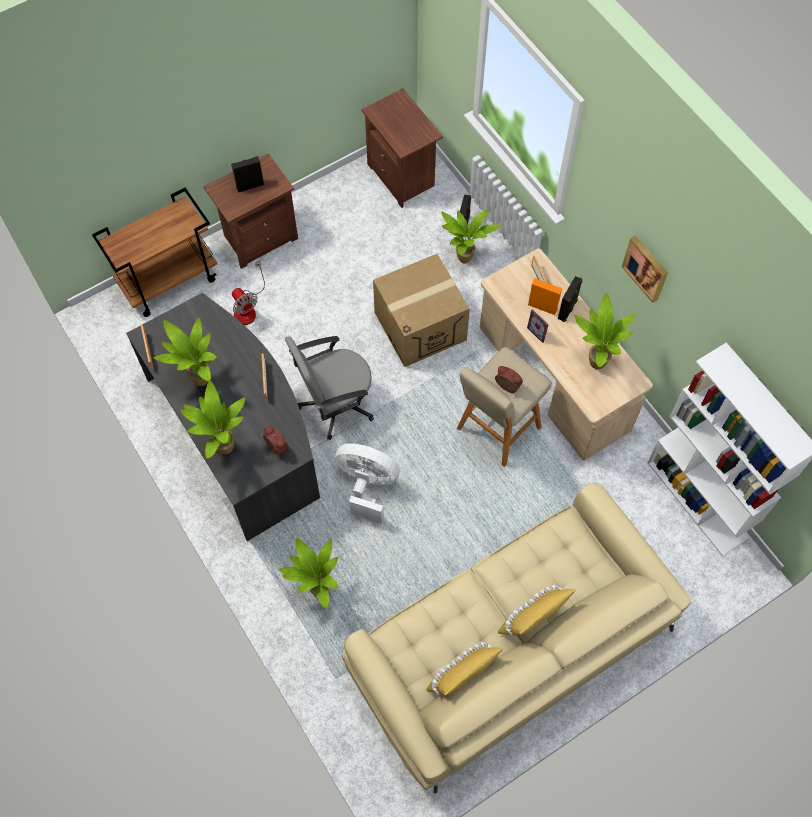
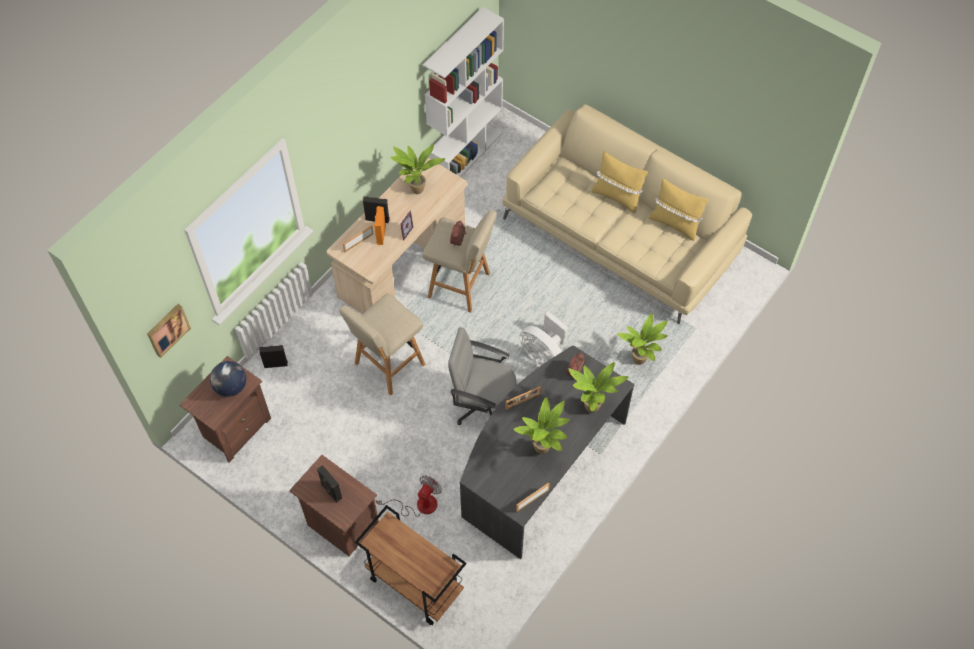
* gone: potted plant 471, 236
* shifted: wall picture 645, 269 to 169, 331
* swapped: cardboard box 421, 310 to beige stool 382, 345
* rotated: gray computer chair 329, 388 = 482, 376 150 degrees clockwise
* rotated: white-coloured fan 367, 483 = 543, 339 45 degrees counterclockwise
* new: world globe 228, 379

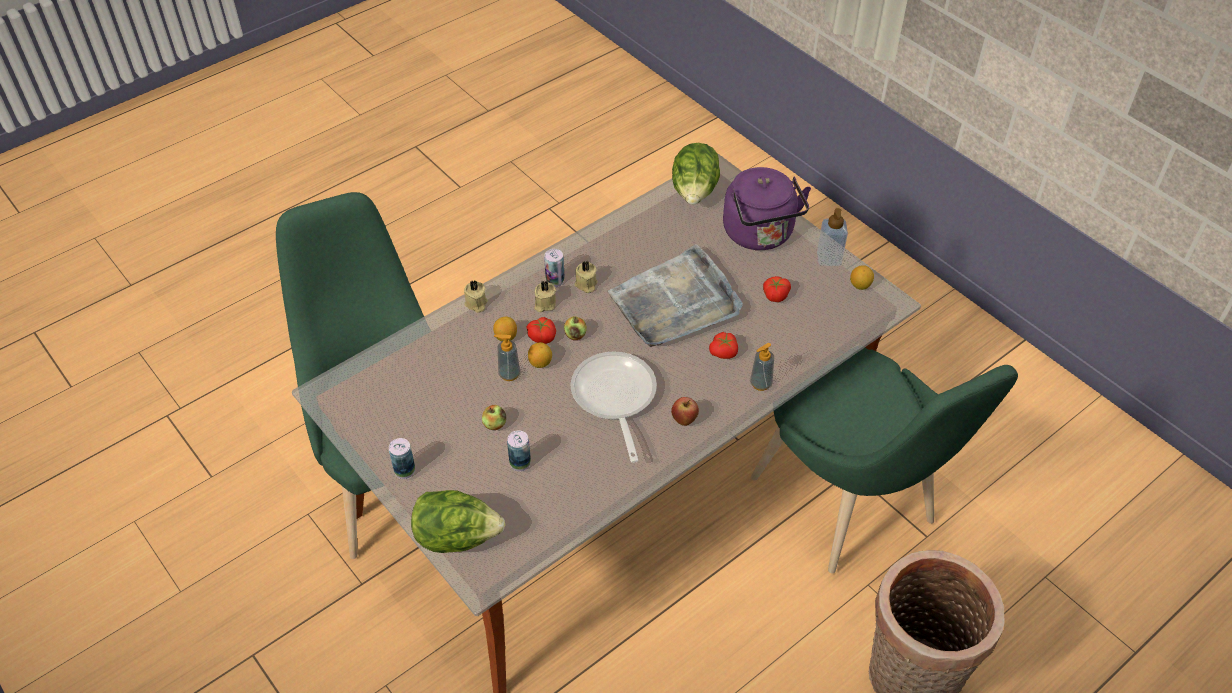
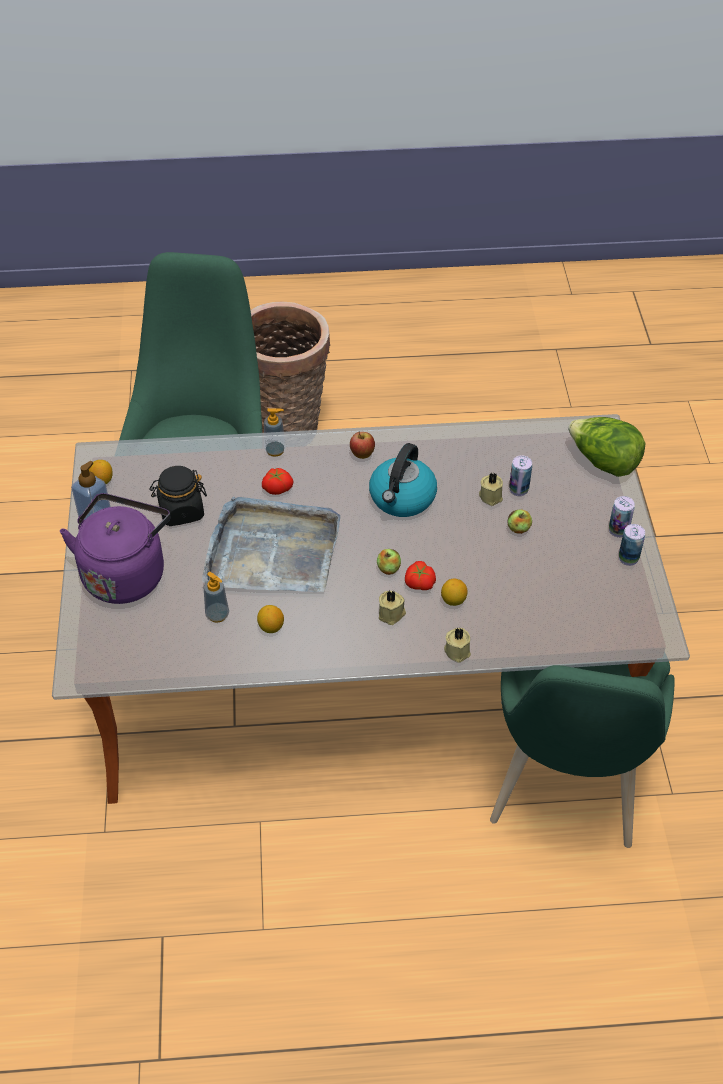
* gone: lettuce head 696, 174
* shifted: can 554, 268 to 632, 545
* shifted: beige candle 586, 277 to 491, 489
* swapped: whole tomato 777, 289 to black-coloured preserve jar 178, 496
* shifted: soap dispenser 507, 358 to 216, 597
* shifted: citrus fruit 540, 355 to 270, 619
* swapped: frying pan 613, 407 to water kettle 403, 480

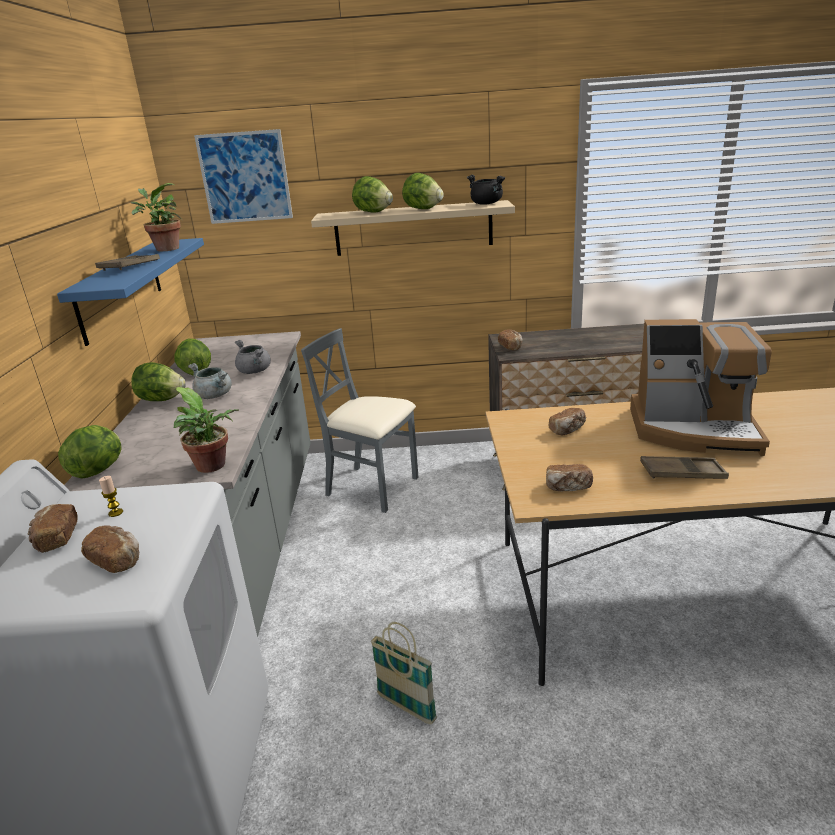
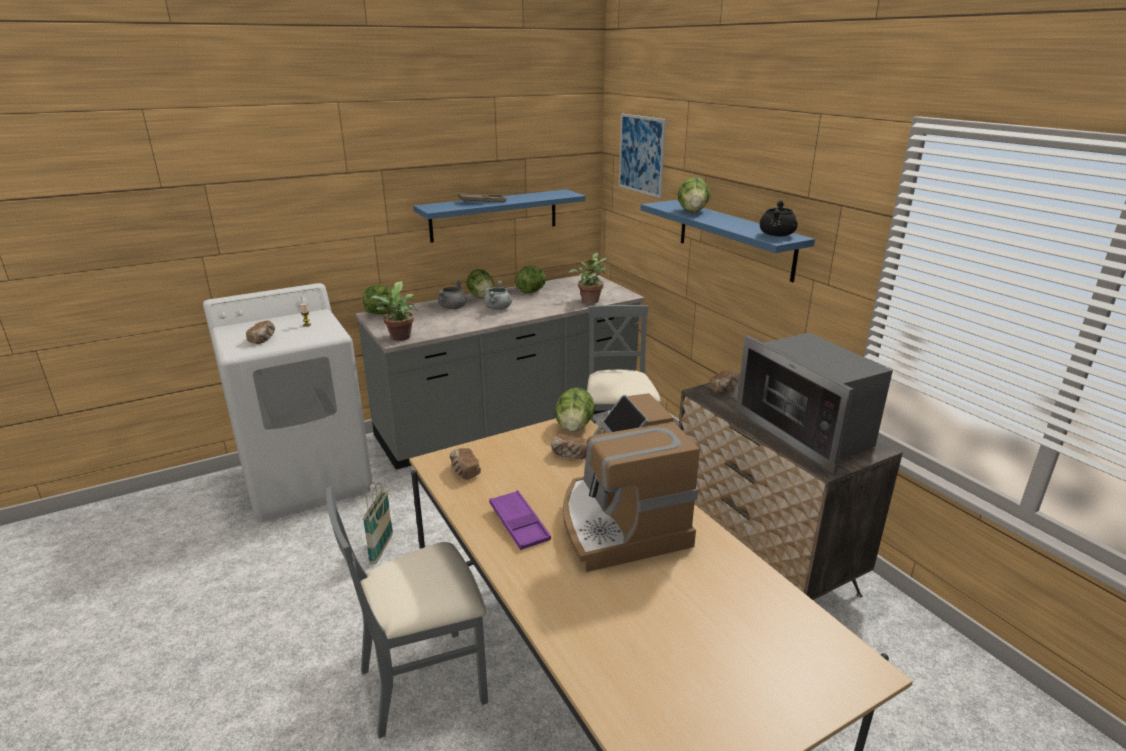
* shifted: lettuce head 423, 191 to 575, 409
* shifted: potted plant 156, 217 to 588, 278
* repainted: beige wall shelf 413, 228 to bluish wall shelf 728, 241
* shifted: gray cooking pot 253, 357 to 452, 294
* repainted: brownish tray 684, 467 to purple-coloured tray 520, 520
* gone: bakery bread 52, 528
* new: microwave oven 814, 402
* new: gray upright chair 407, 612

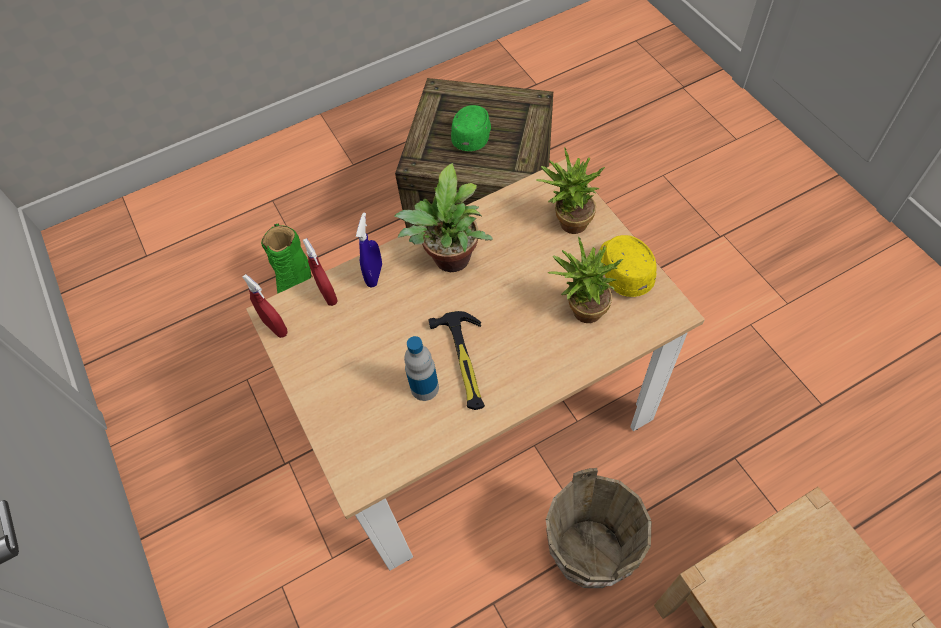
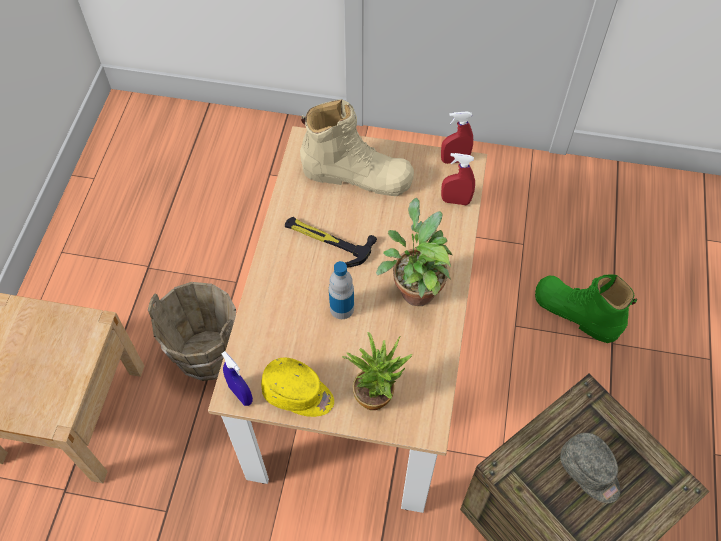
* repainted: green cap 471, 128 to gray cap 590, 468
* shifted: bluish hand sprayer 369, 250 to 237, 378
* gone: potted plant 585, 279
* shifted: beverage bottle 421, 368 to 341, 290
* new: beige high-top boot 357, 147

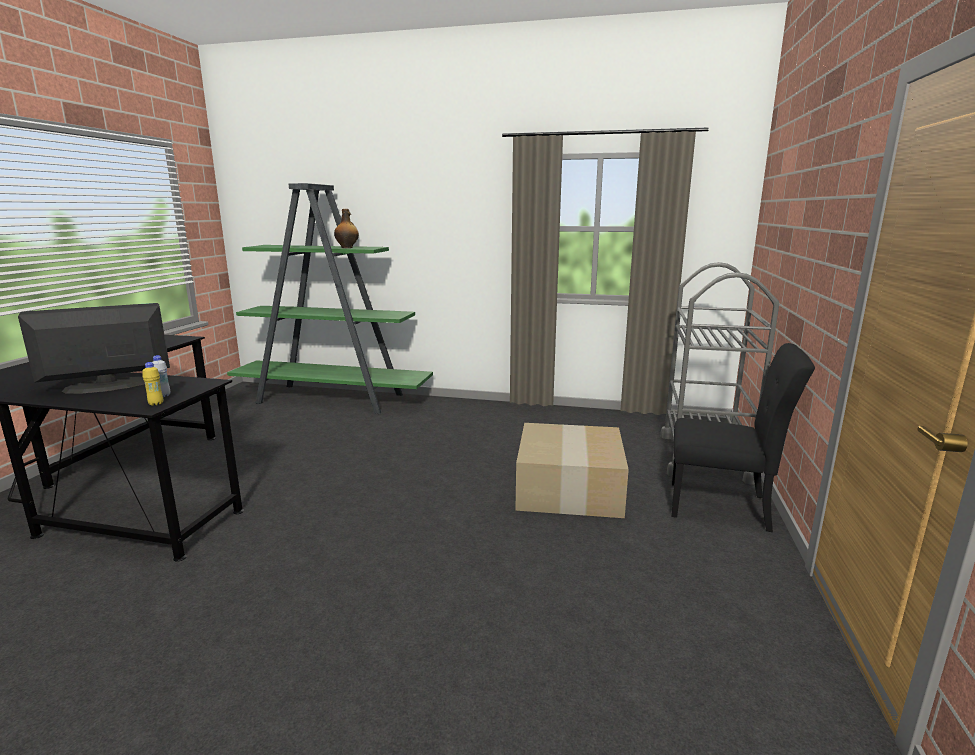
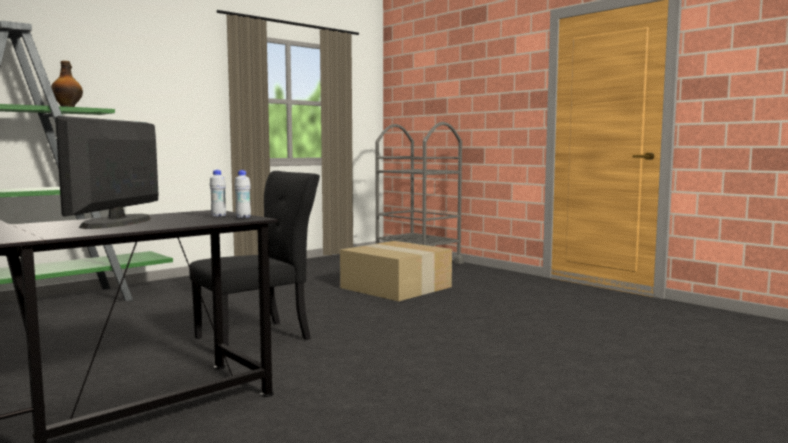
* shifted: black-coloured upright chair 743, 437 to 254, 264
* repainted: yellow beverage bottle 152, 384 to white-coloured beverage bottle 242, 194

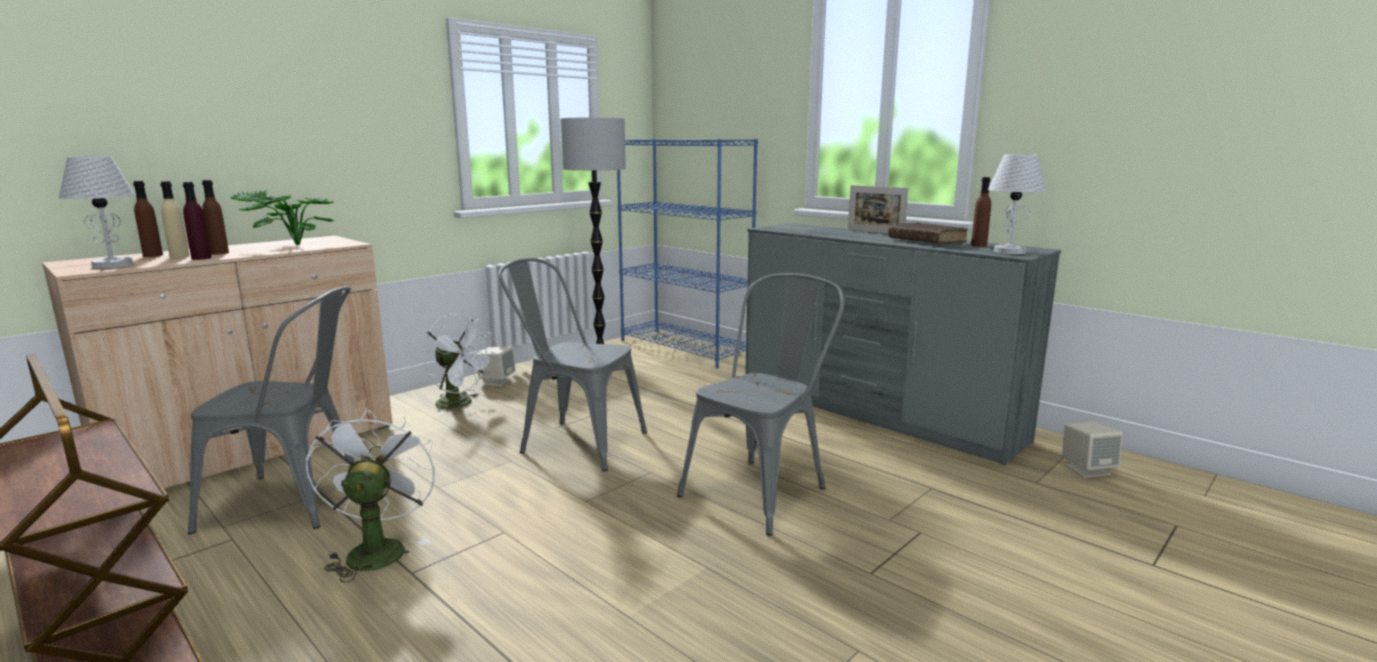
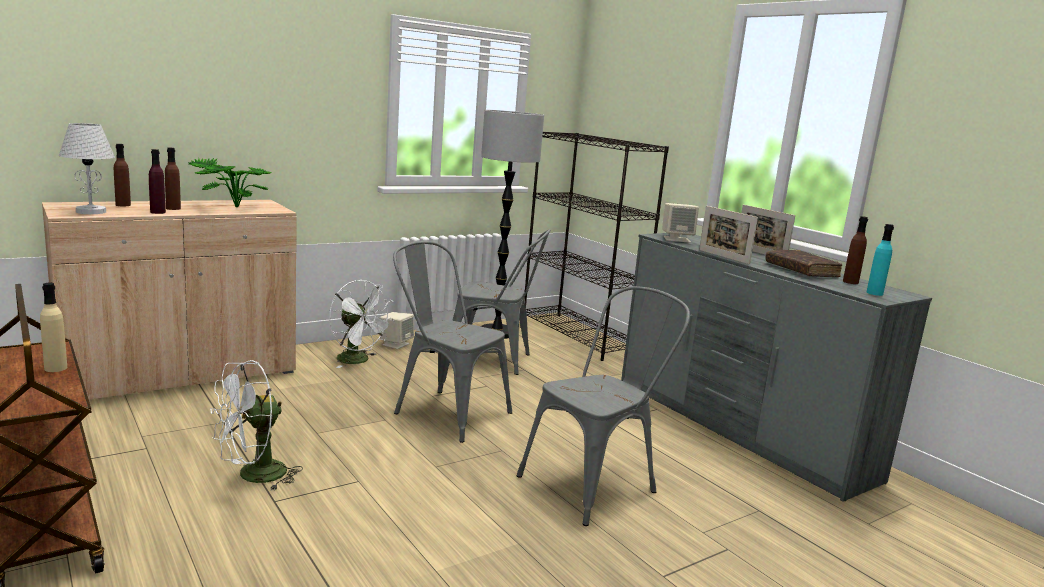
* repainted: bluish bookcase 687, 253 to black-coloured bookcase 597, 246
* swapped: white-coloured lamp for a table 1017, 204 to turquoise beverage bottle 880, 260
* shifted: beige beverage bottle 175, 219 to 53, 327
* shifted: gray upright chair 271, 410 to 501, 302
* rotated: white-coloured fan 371, 495 = 257, 425 135 degrees counterclockwise
* shifted: beige speaker 1092, 450 to 680, 223
* new: photo frame 728, 235

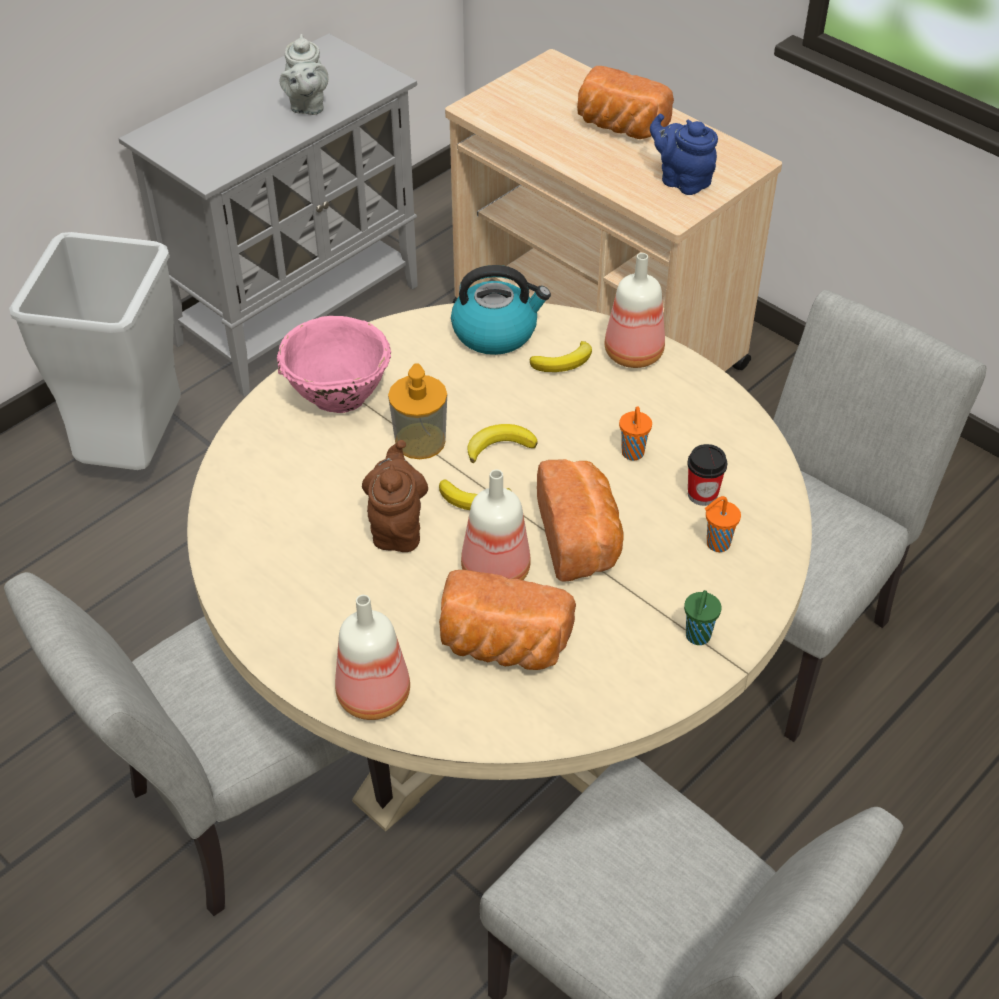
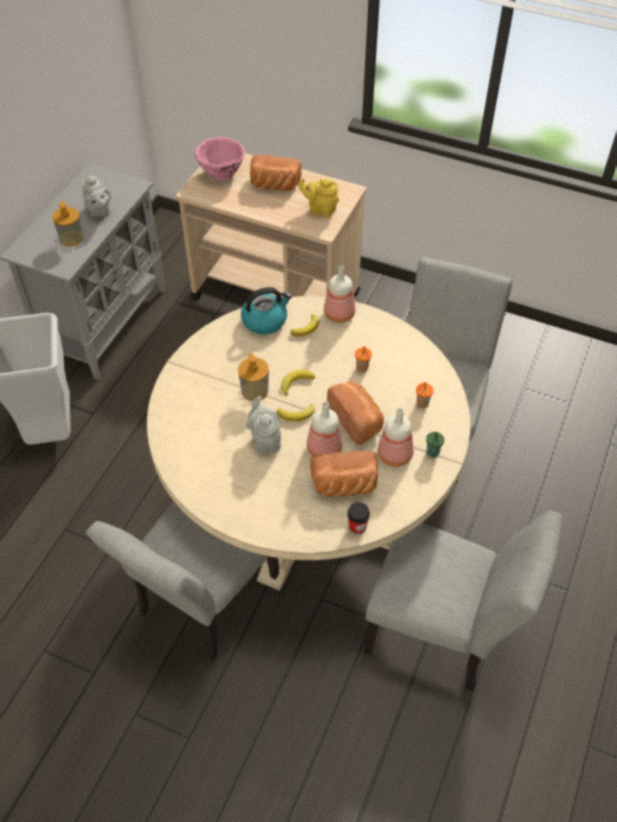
* repainted: bluish pot for tea 684, 154 to yellow pot for tea 319, 198
* shifted: pinkish deep dish 334, 364 to 220, 158
* repainted: brownish pot for tea 395, 496 to gray pot for tea 263, 425
* shifted: cup 707, 475 to 358, 518
* shifted: beverage bottle 372, 657 to 396, 437
* new: soap dispenser 68, 224

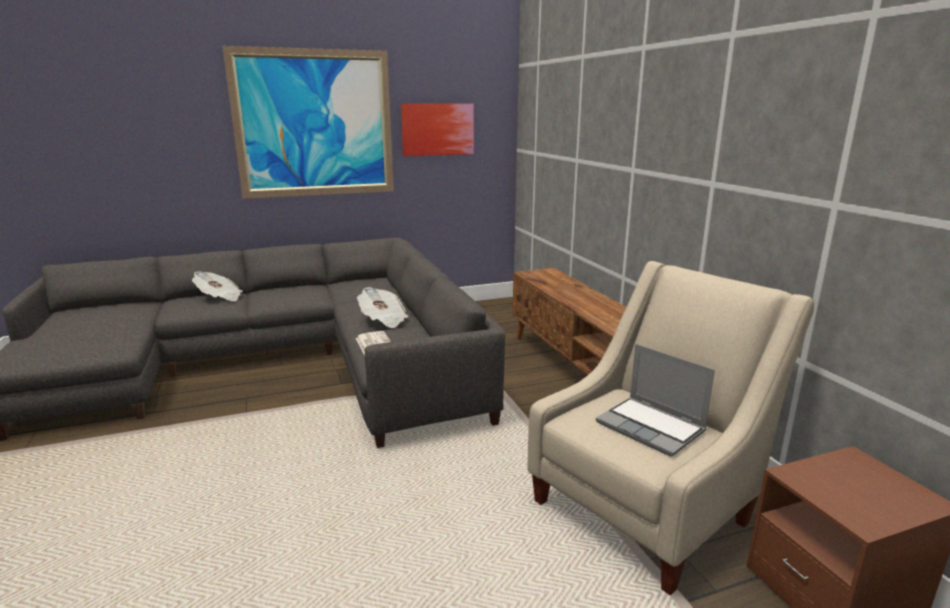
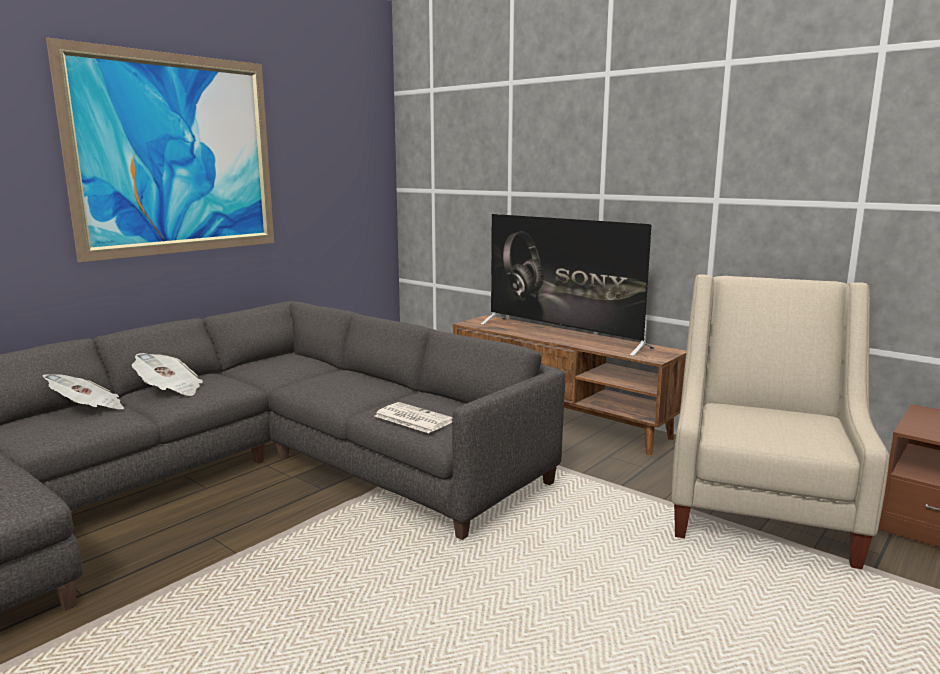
* gone: wall picture 437, 129
* shifted: newspaper 382, 307 to 167, 374
* gone: laptop 655, 400
* new: TV set 568, 285

